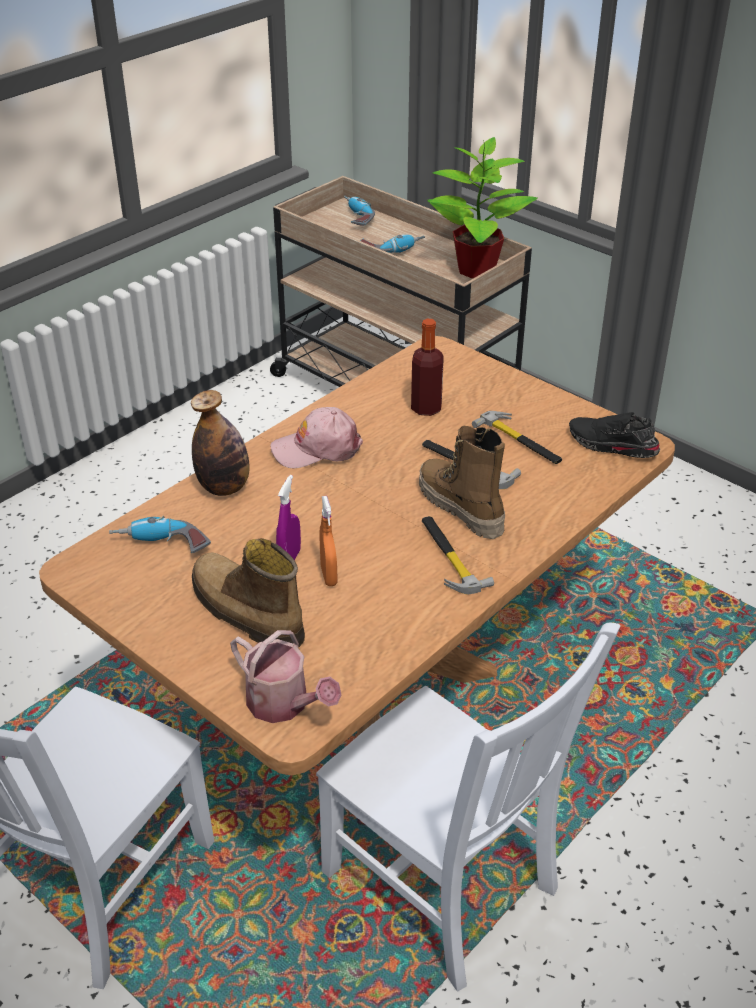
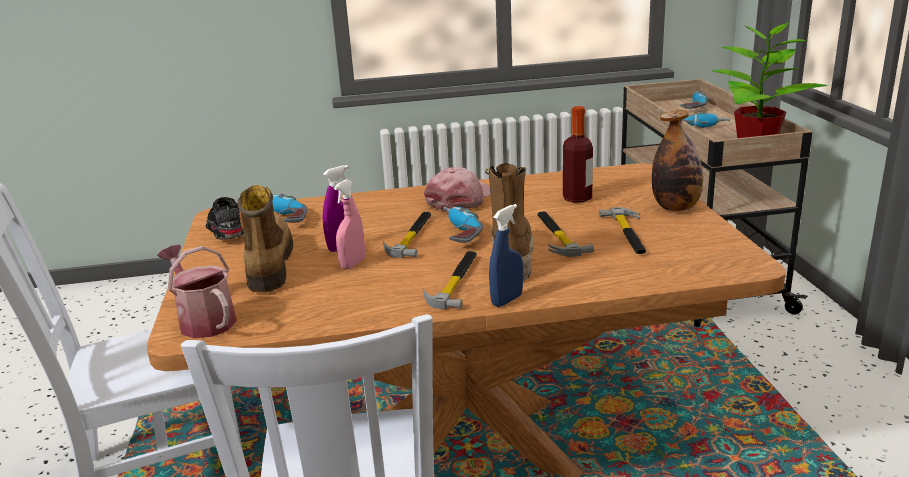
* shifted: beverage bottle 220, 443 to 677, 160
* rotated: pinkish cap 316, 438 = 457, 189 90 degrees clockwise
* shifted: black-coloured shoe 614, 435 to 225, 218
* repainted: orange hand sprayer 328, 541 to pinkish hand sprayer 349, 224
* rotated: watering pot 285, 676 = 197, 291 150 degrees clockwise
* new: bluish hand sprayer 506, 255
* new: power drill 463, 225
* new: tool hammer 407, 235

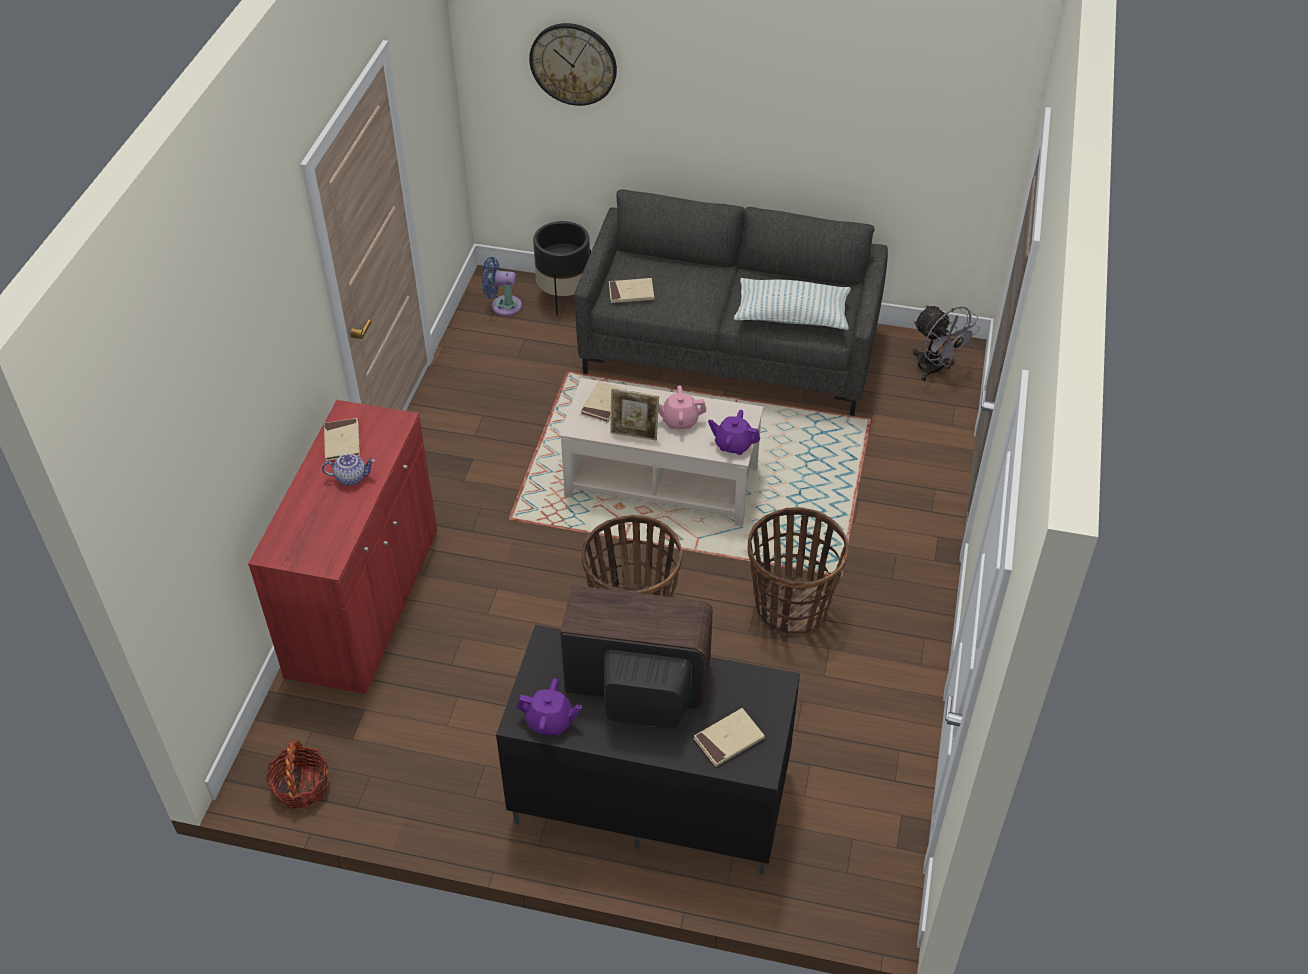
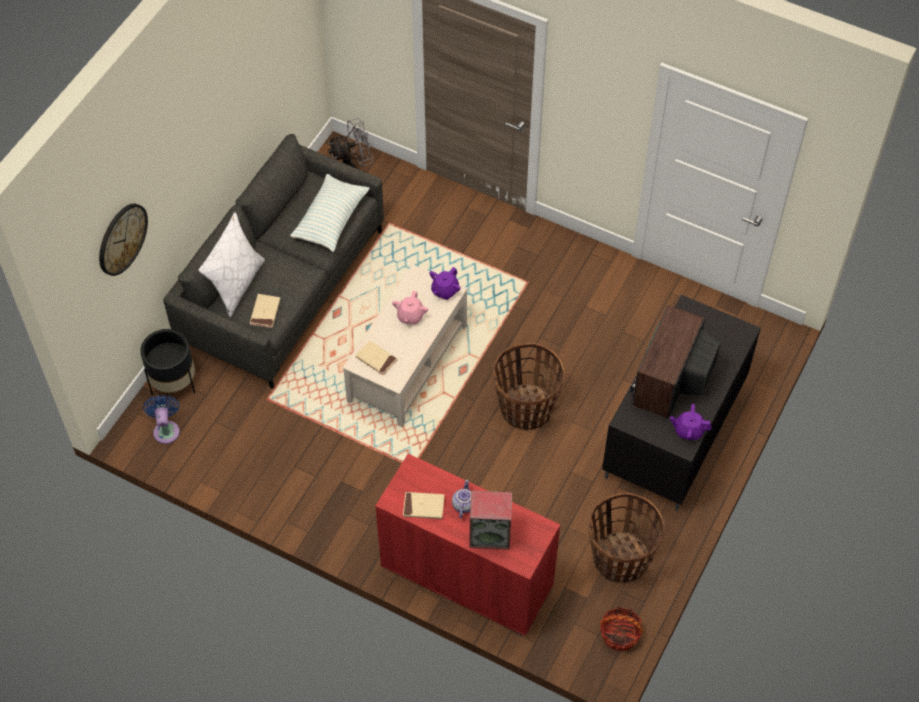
* rotated: bluish fan 502, 286 = 161, 419 150 degrees clockwise
* gone: photo frame 634, 414
* shifted: storage basket 798, 571 to 626, 538
* rotated: purple-coloured pot for tea 549, 706 = 690, 422 105 degrees counterclockwise
* gone: beige volume 729, 737
* new: white-coloured pillow 232, 264
* new: speaker 490, 520

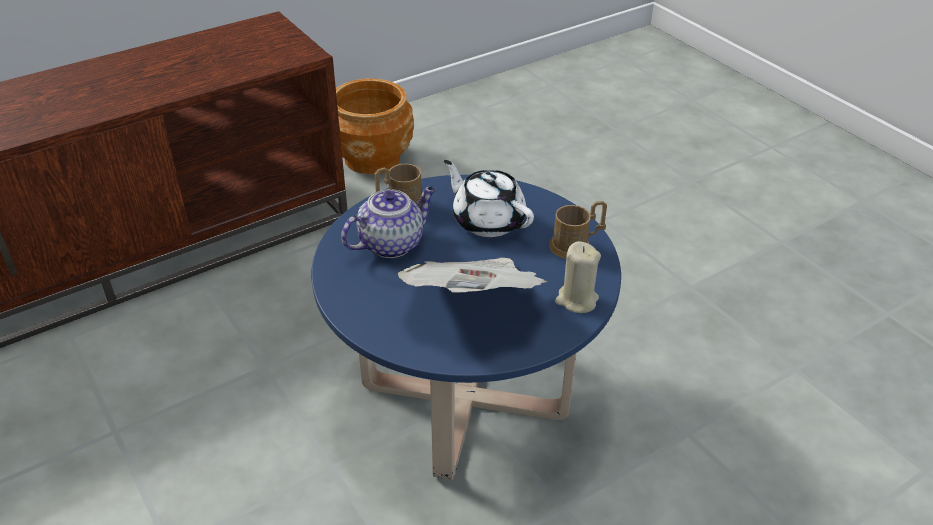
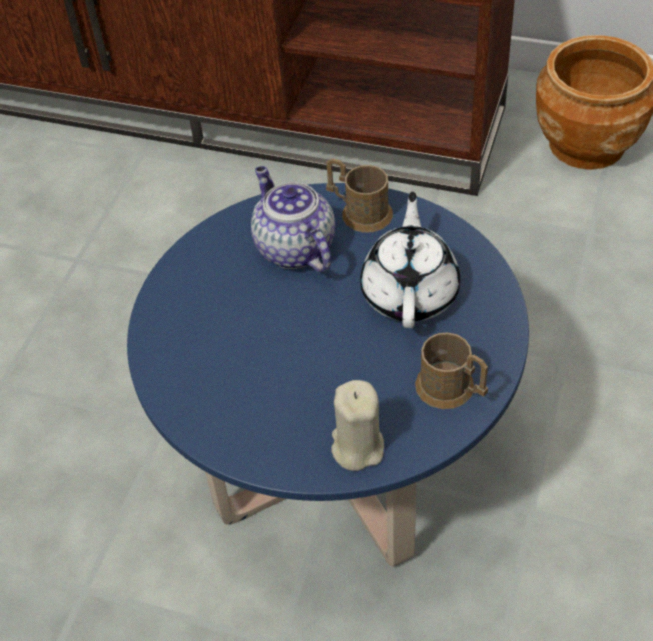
* rotated: pot for tea 388, 222 = 293, 219 135 degrees counterclockwise
* gone: newspaper 472, 275

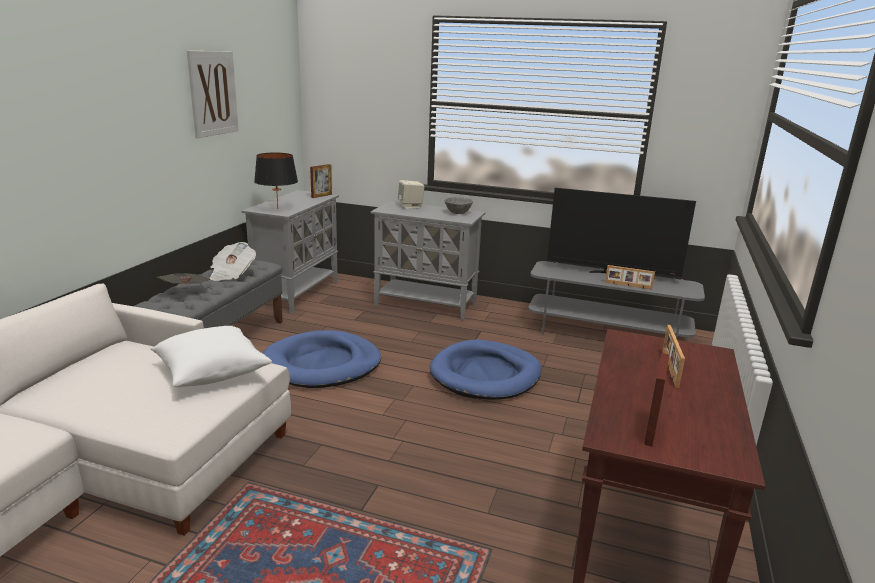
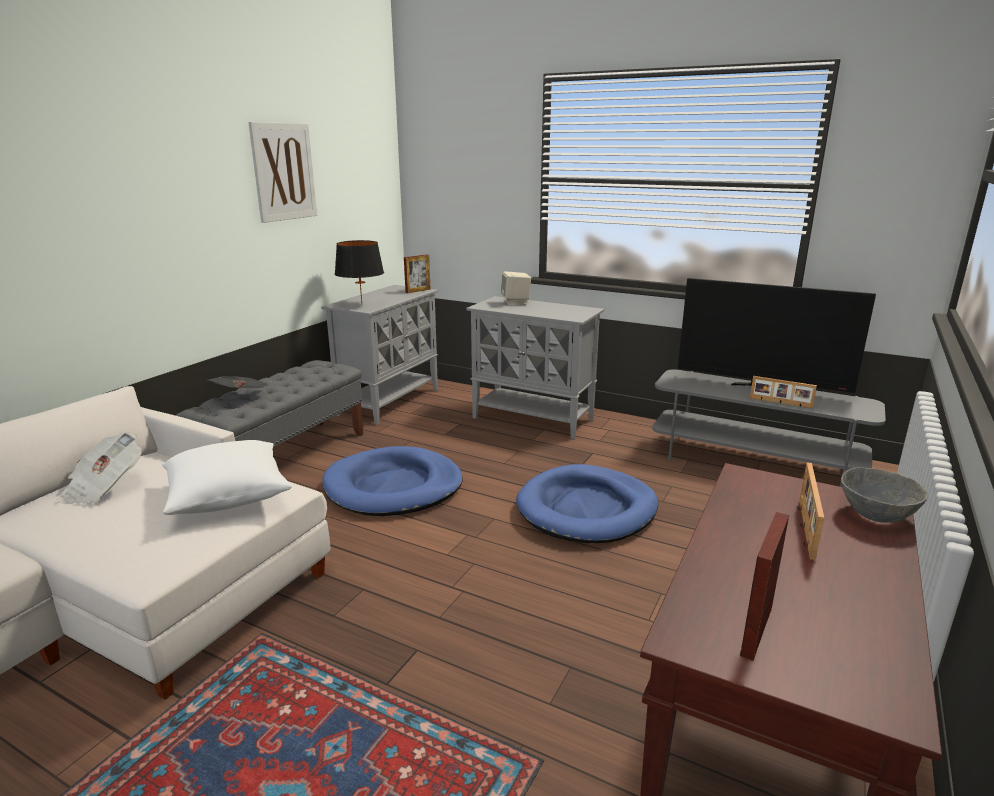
* shifted: gray deep dish 458, 205 to 884, 495
* shifted: newspaper 233, 261 to 99, 468

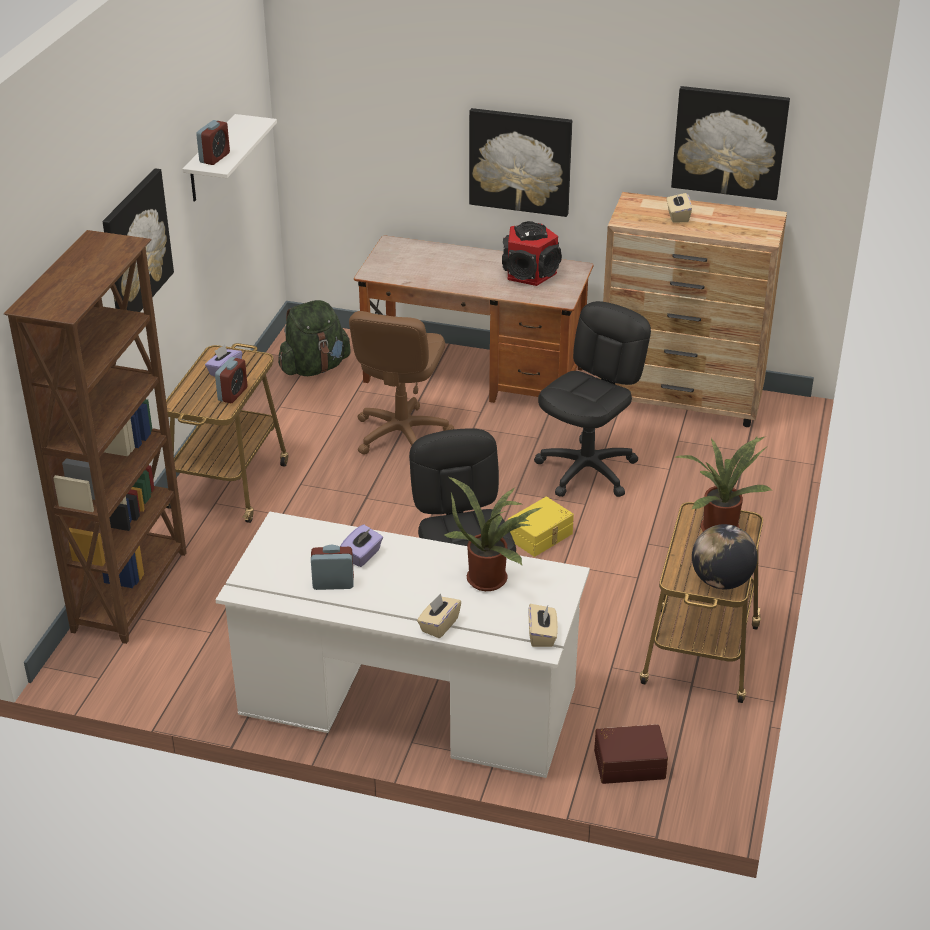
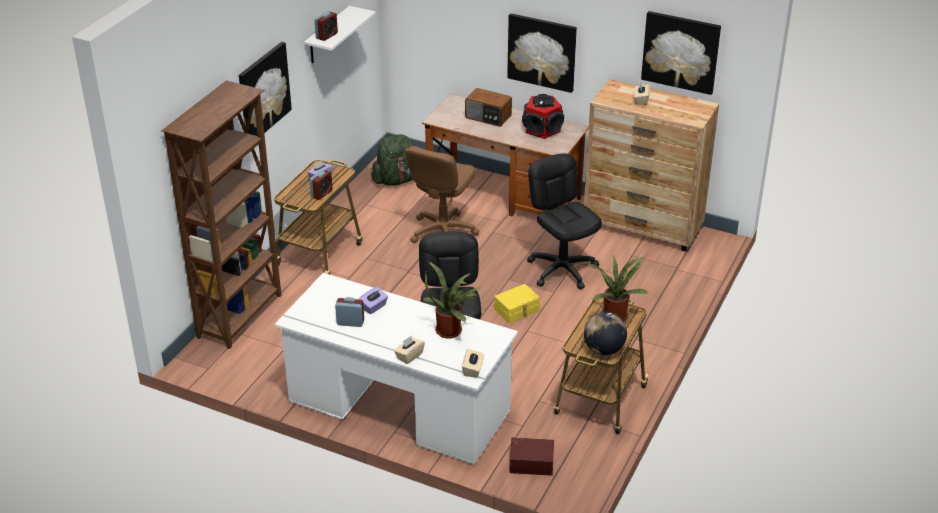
* rotated: black-coloured computer chair 592, 399 = 564, 221 75 degrees counterclockwise
* new: radio 488, 107

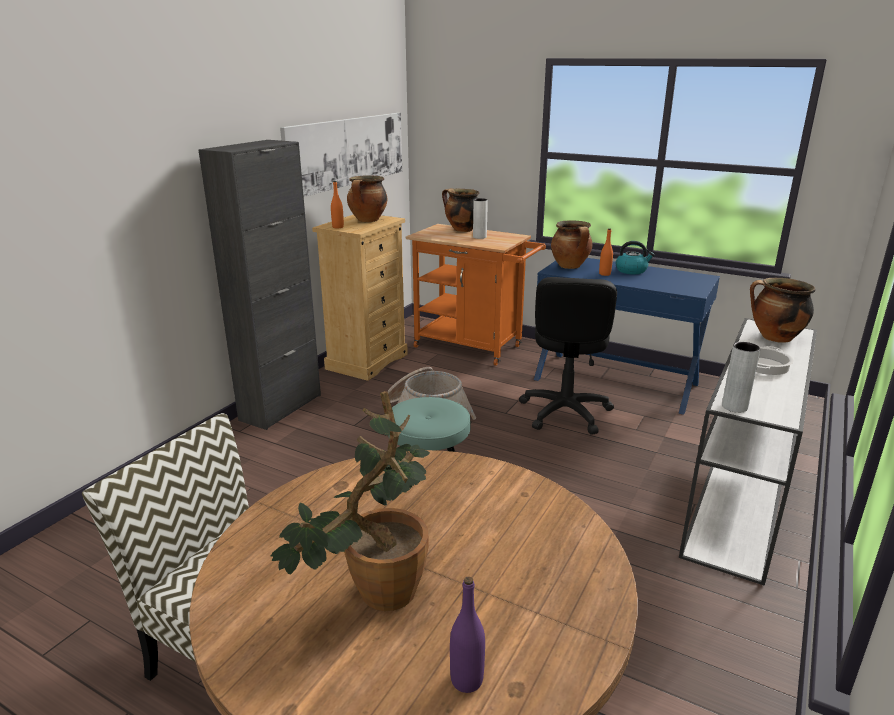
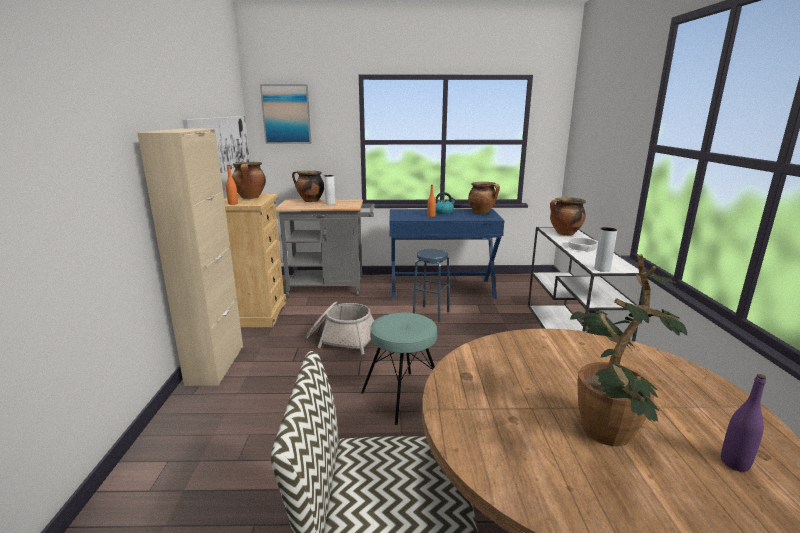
* repainted: black-coloured cabinet 260, 285 to beige cabinet 190, 257
* shifted: cooking pot 572, 244 to 484, 198
* repainted: orange trolley 476, 295 to gray trolley 325, 247
* swapped: black-coloured computer chair 568, 355 to bluish stool 431, 286
* new: wall picture 285, 114

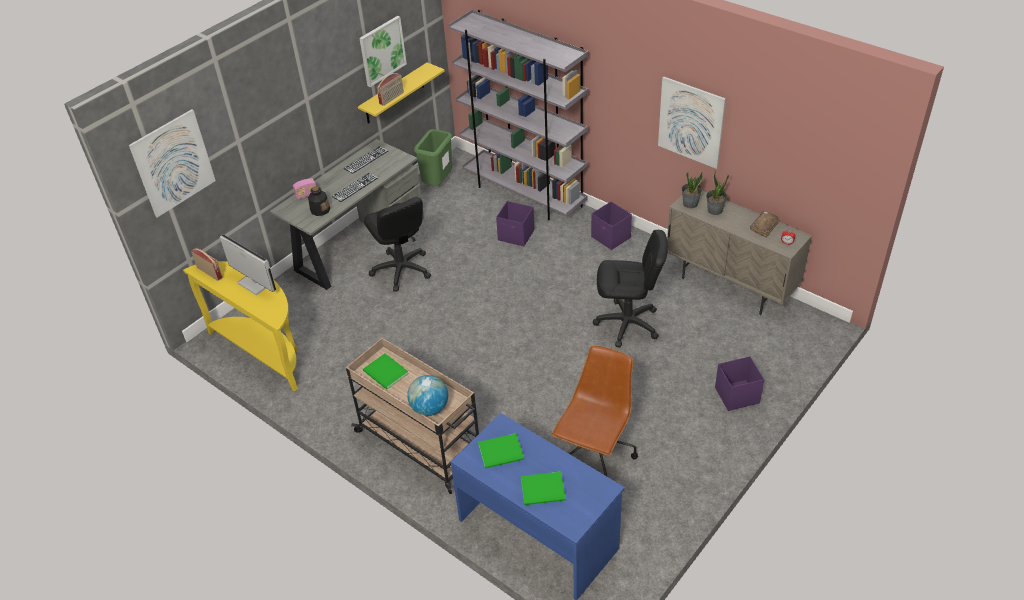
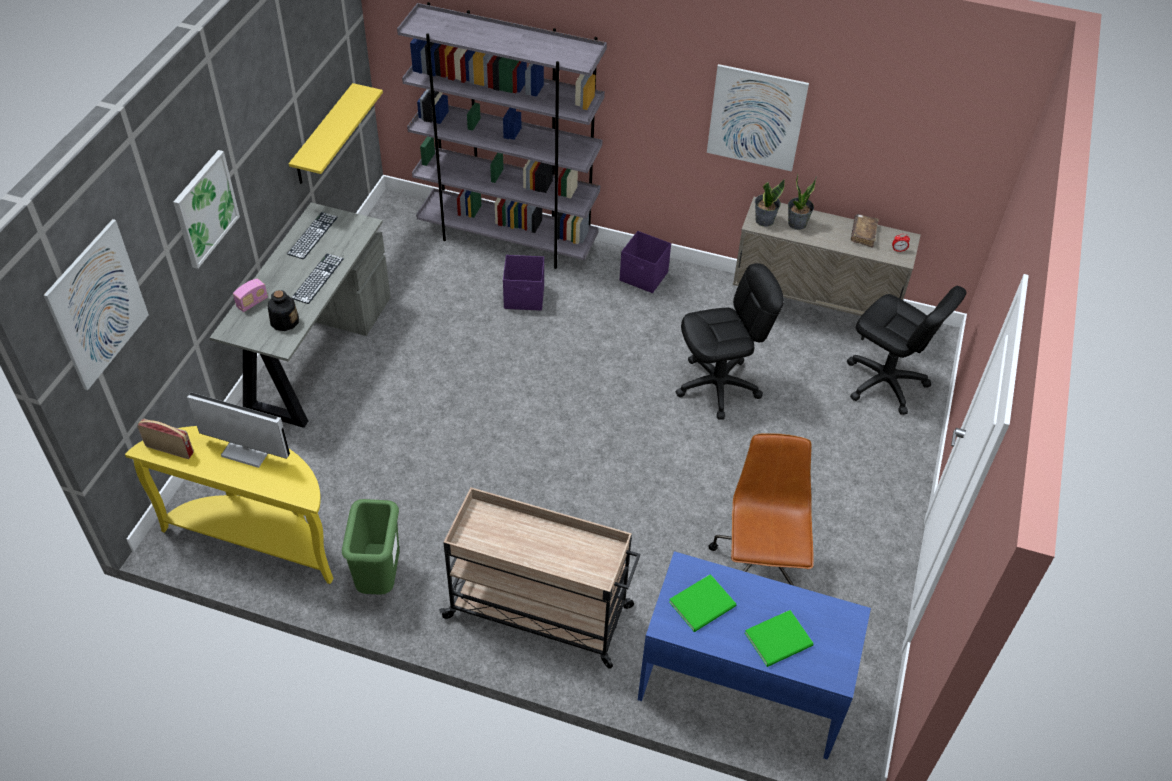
* shifted: wall picture 383, 51 to 206, 209
* gone: radio 390, 89
* shifted: green rubbish bin 433, 157 to 370, 547
* shifted: black-coloured computer chair 397, 244 to 907, 350
* gone: green volume 386, 371
* gone: purple-coloured storage container 739, 383
* gone: world globe 427, 395

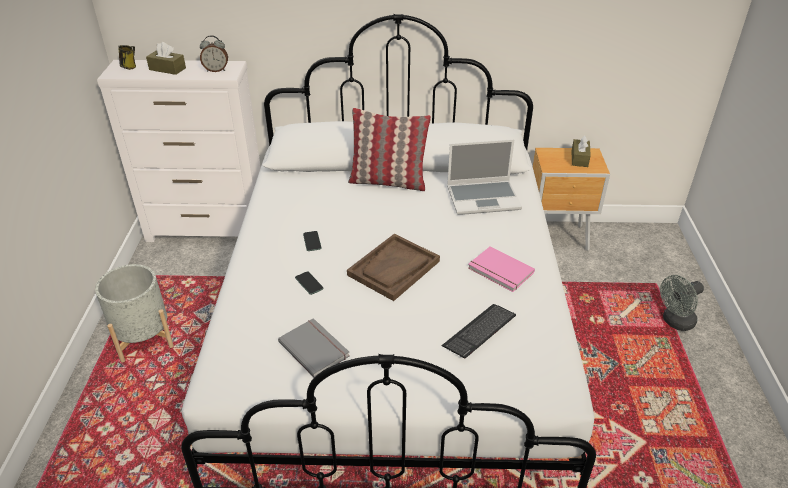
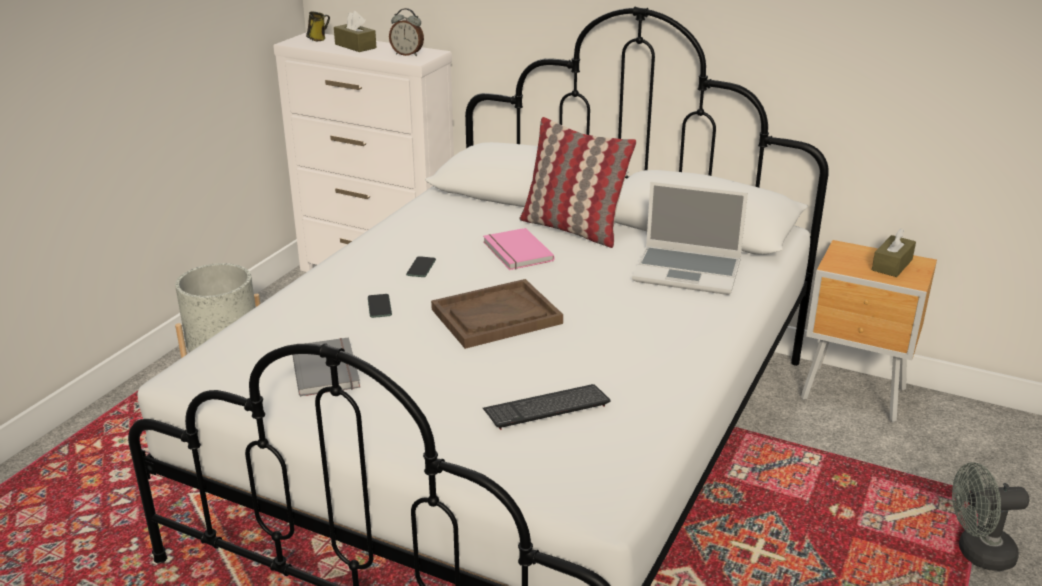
* shifted: pinkish volume 501, 269 to 518, 249

